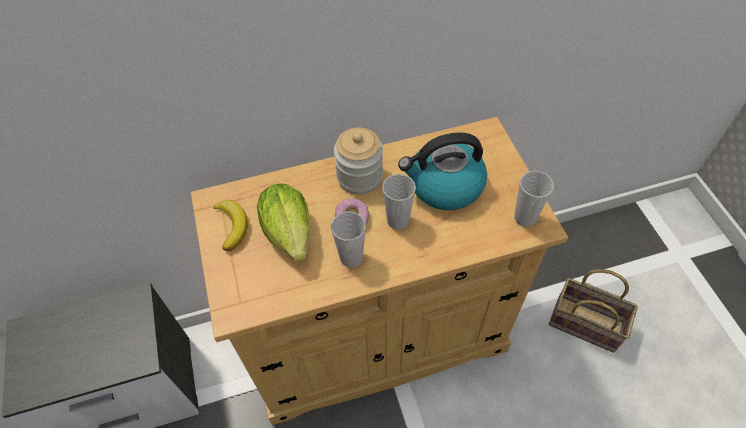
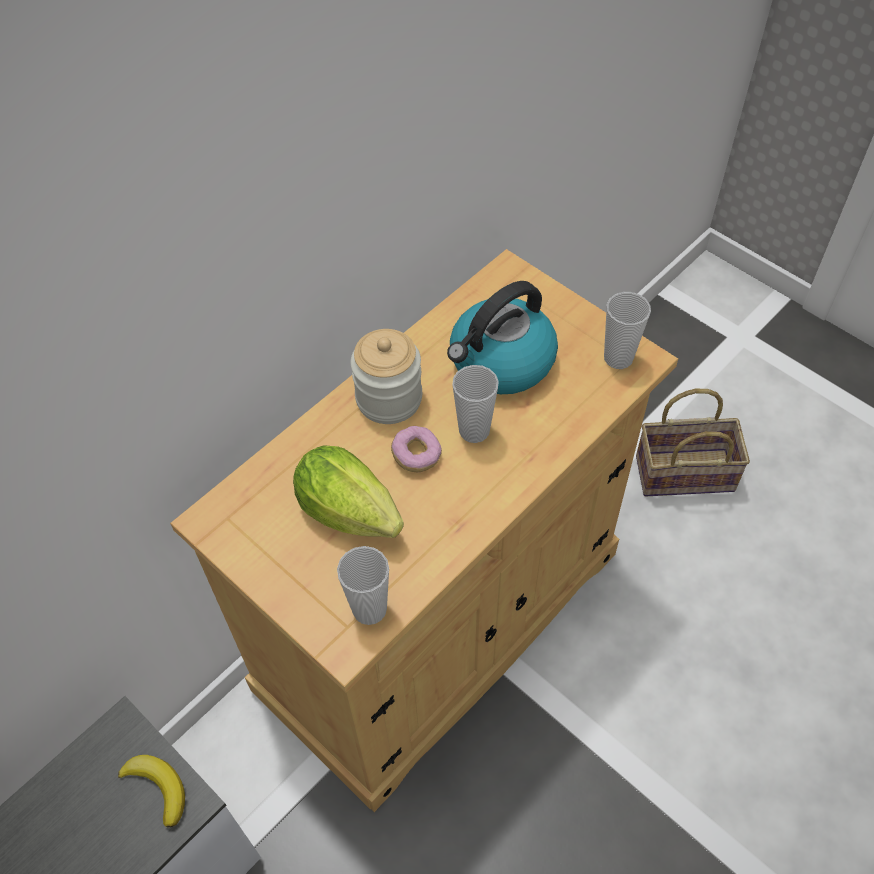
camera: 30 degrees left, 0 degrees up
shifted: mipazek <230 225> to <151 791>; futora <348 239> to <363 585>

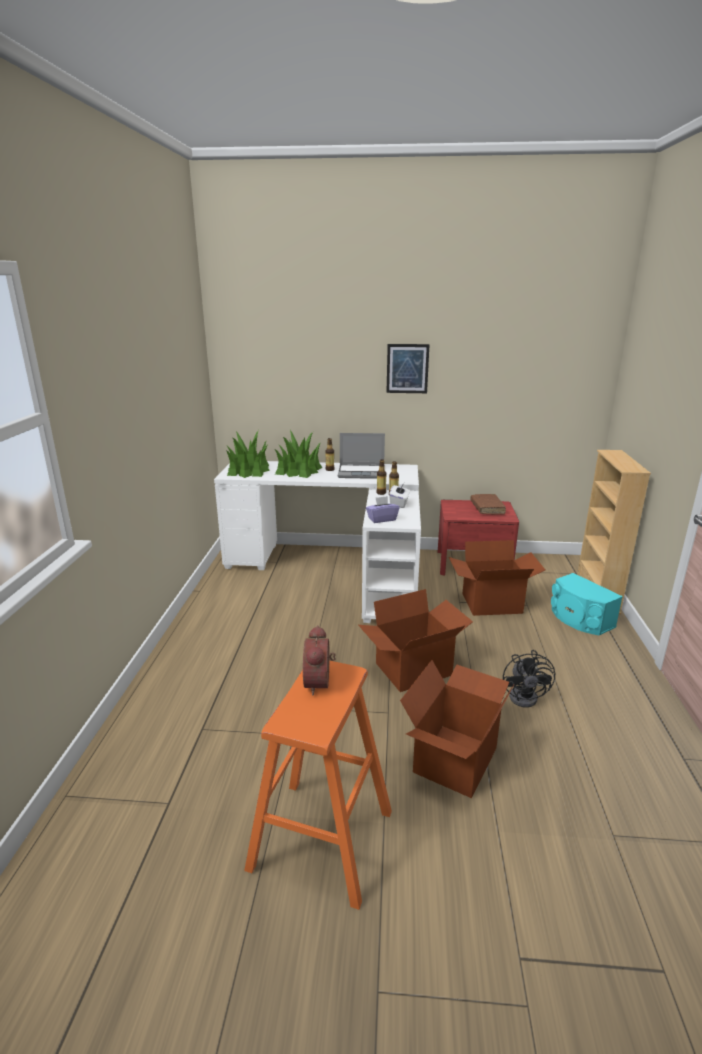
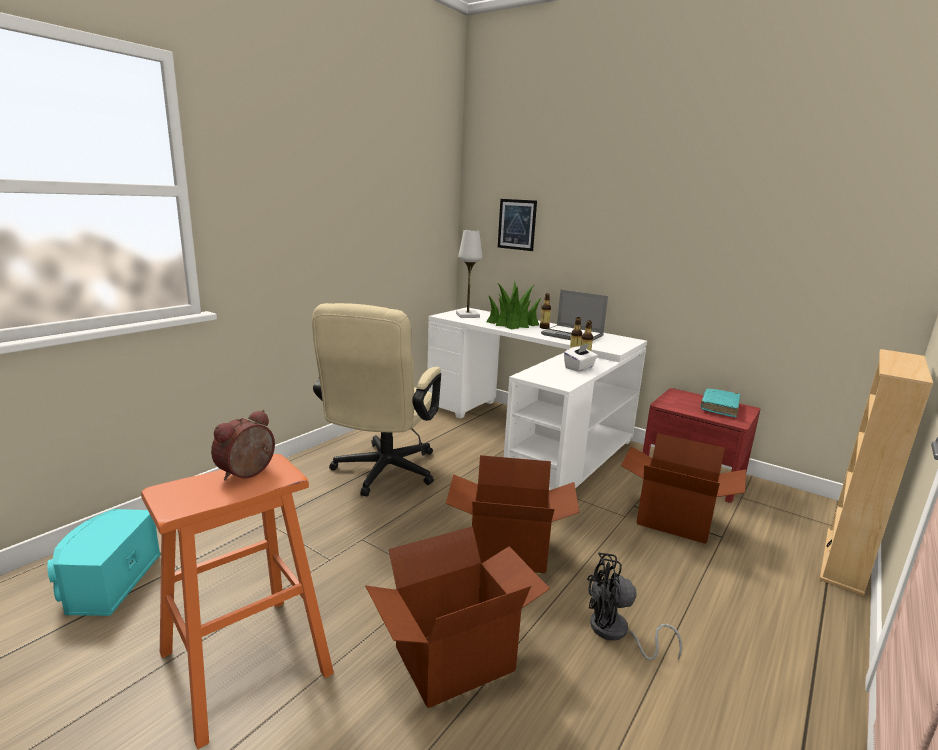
camera: 30 degrees right, 5 degrees down
gone: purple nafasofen <383 509>
new: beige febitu <376 400>
shifted: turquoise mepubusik <587 604> to <103 562>; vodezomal <408 368> to <517 225>
swapped: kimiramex <248 454> to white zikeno <469 274>
repainted: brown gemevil <488 504> to turquoise gemevil <720 403>
rotated: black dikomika <529 679> = <634 606> 60 degrees clockwise

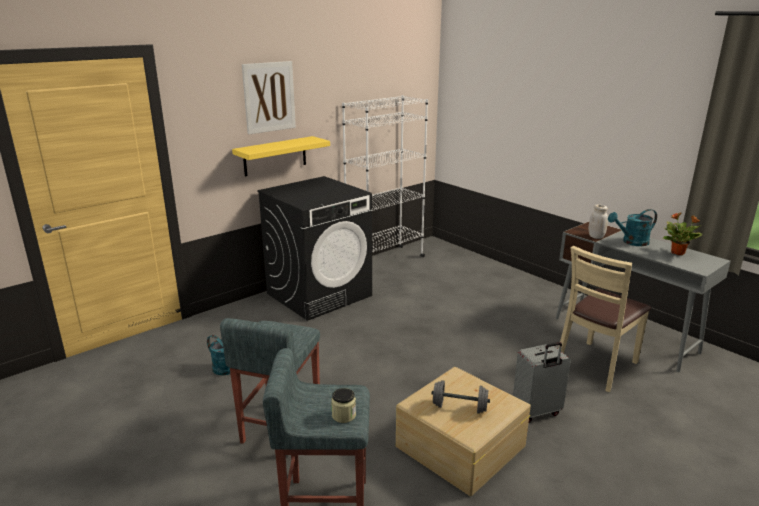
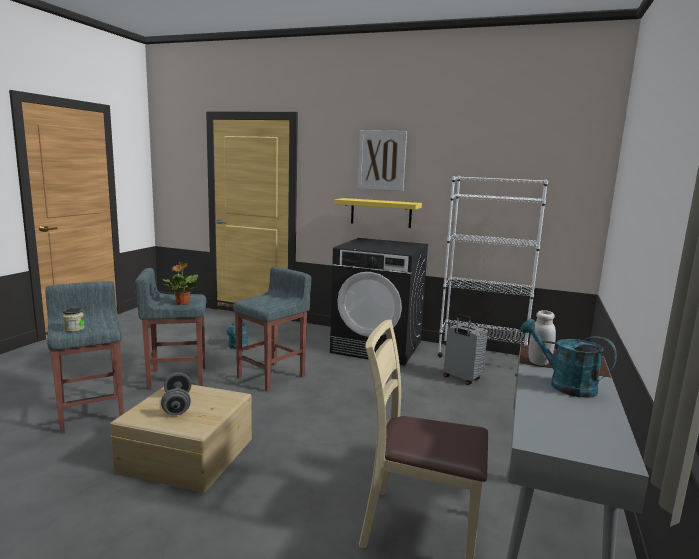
camera: 60 degrees right, 10 degrees down
new: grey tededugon <272 329>
shifted: kimiramex <682 234> to <180 283>; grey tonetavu <542 382> to <466 349>

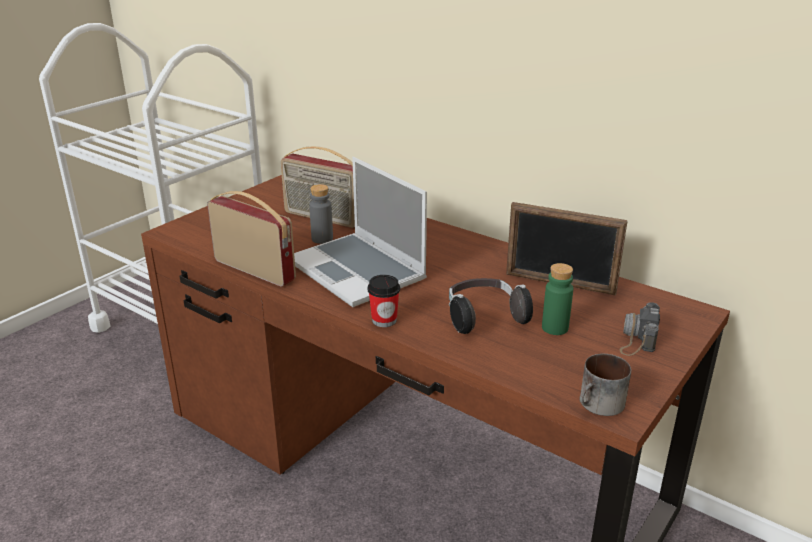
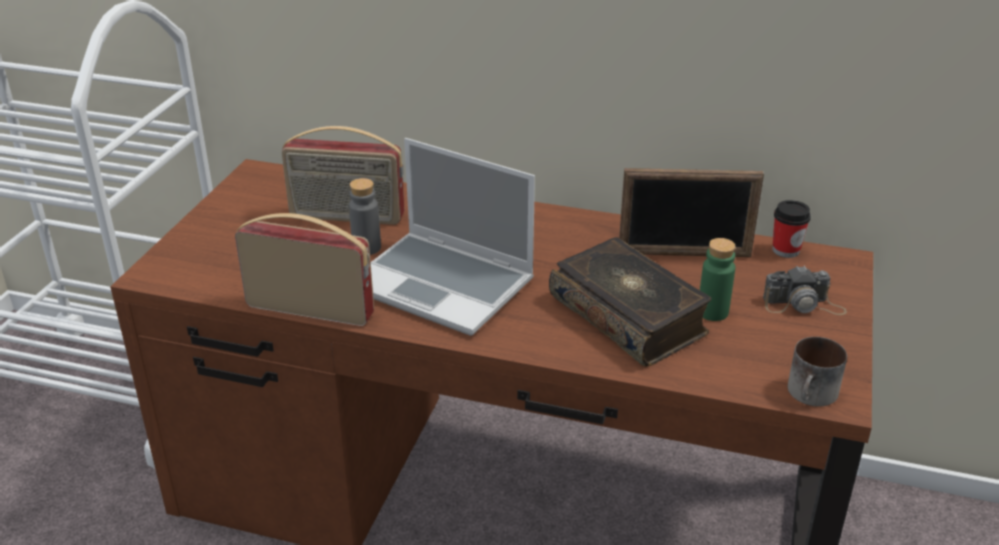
camera: 20 degrees left, 5 degrees up
shifted: futora <384 301> to <791 229>
swapped: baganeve <491 306> to gemevil <630 302>
rotated: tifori <639 329> = <805 290> 90 degrees counterclockwise

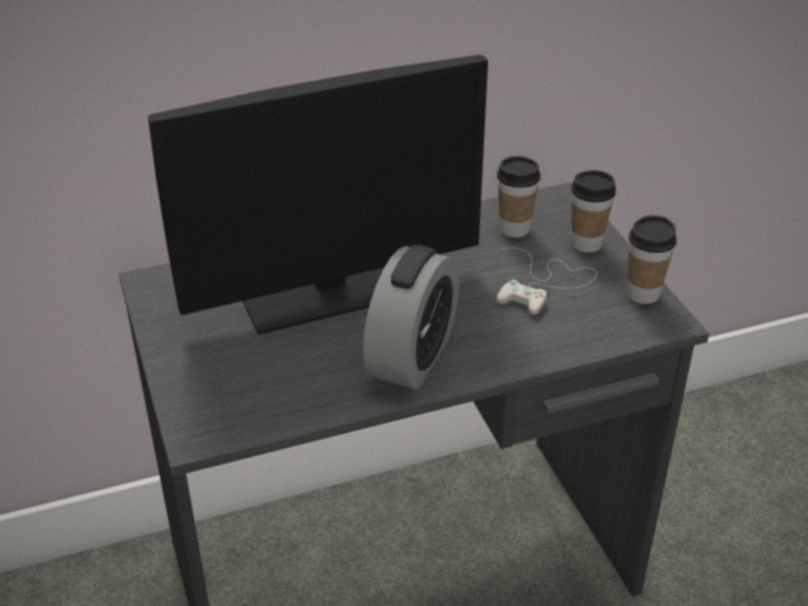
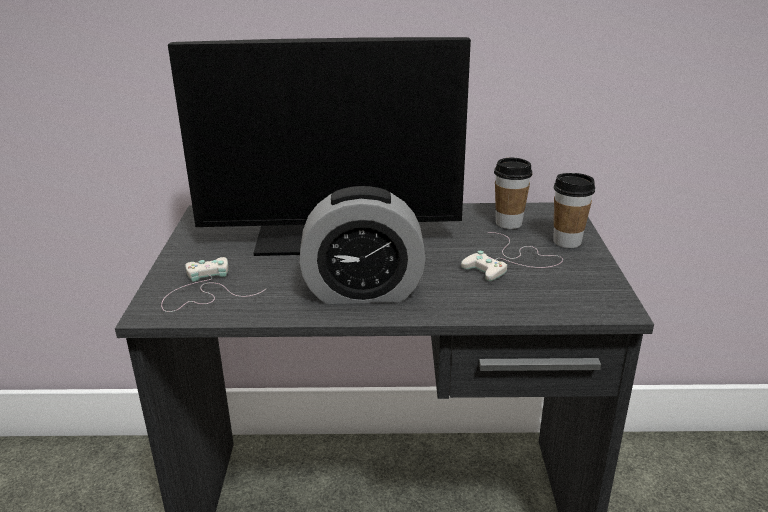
camera: 20 degrees right, 10 degrees down
gone: futora <652 259>
new: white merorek <213 284>
rotated: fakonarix <411 317> = <362 245> 45 degrees clockwise

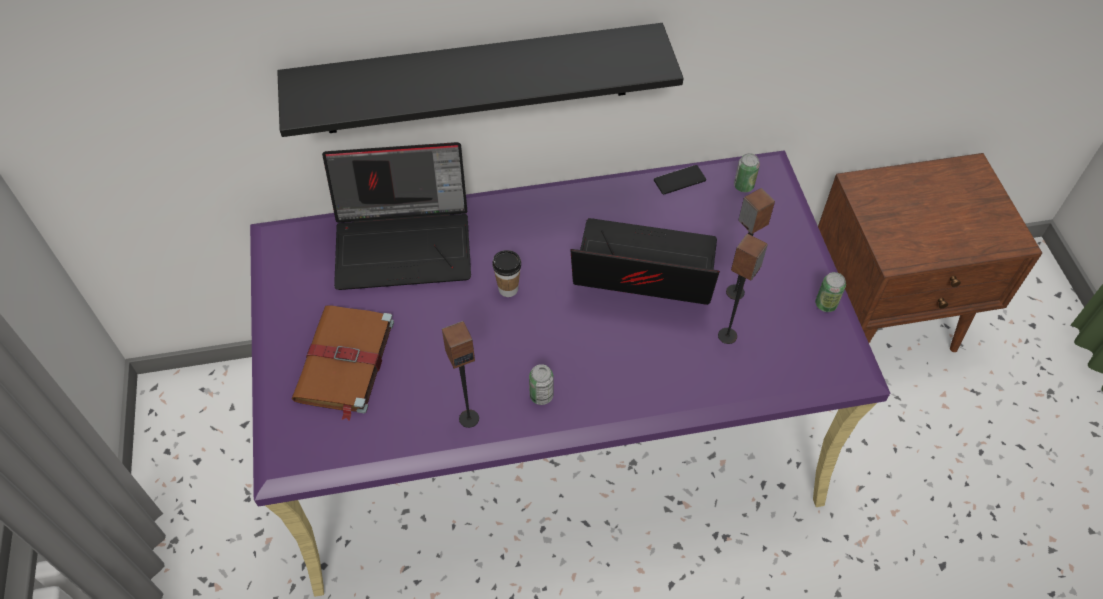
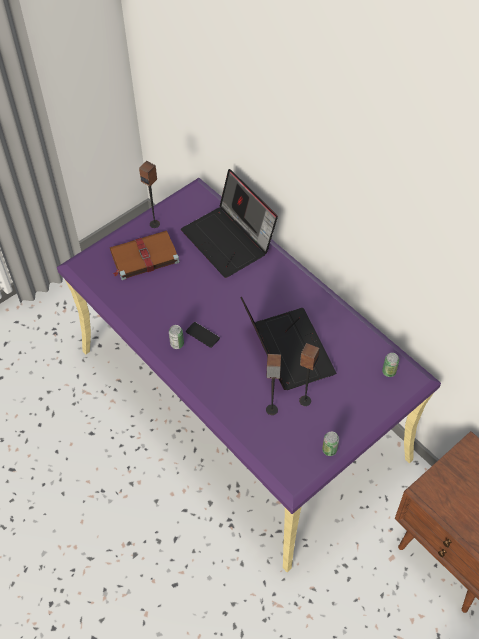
camera: 60 degrees right, 0 degrees up
gone: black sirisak <480 80>; futora <506 273>
shifted: mepubusik <460 374> to <149 194>; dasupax <680 179> to <203 335>

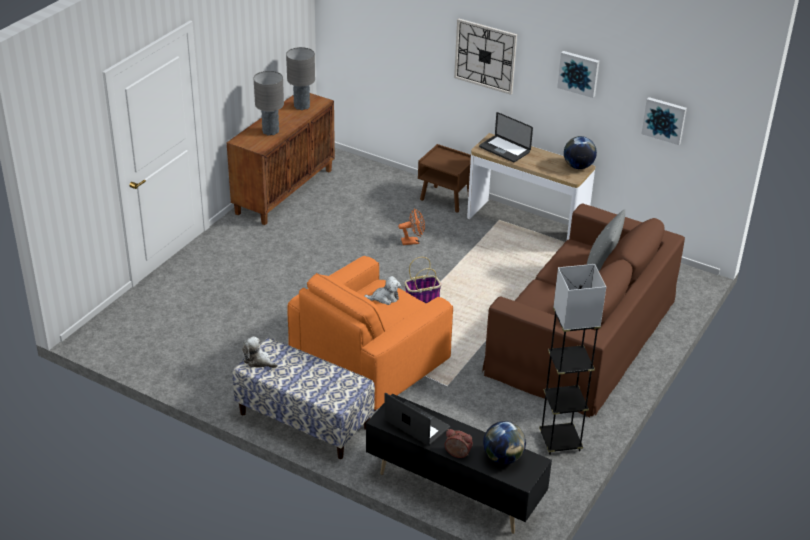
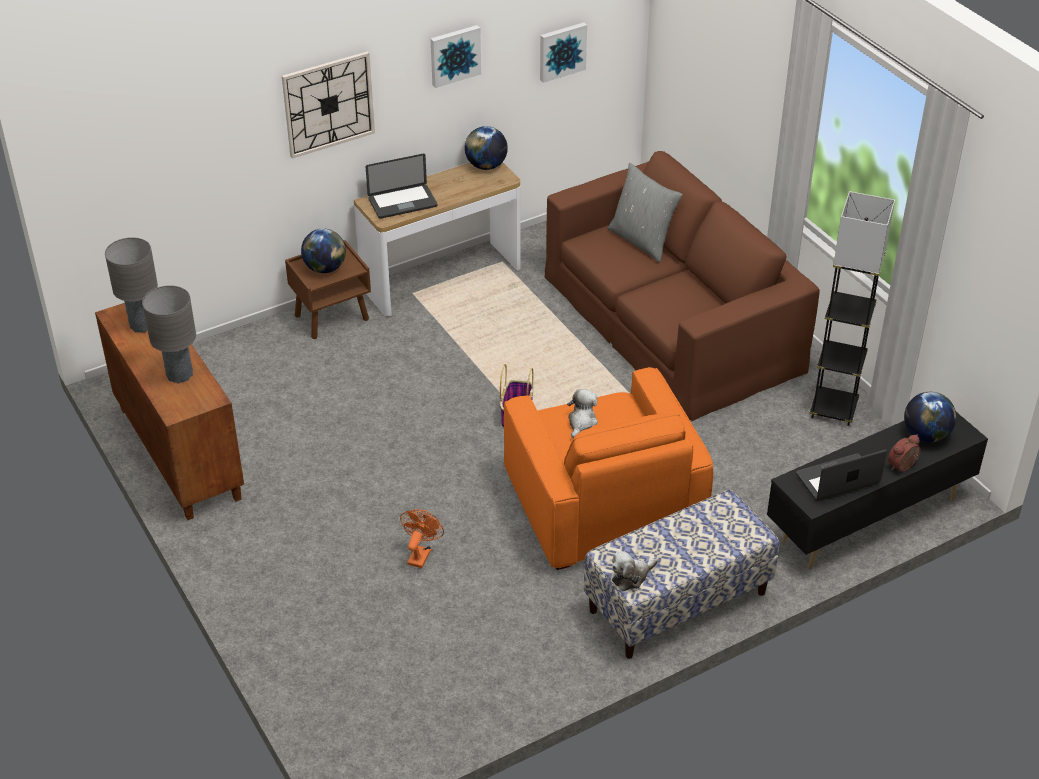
camera: 60 degrees left, 5 degrees up
new: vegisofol <323 251>
shifted: orange dikomika <411 227> to <422 538>

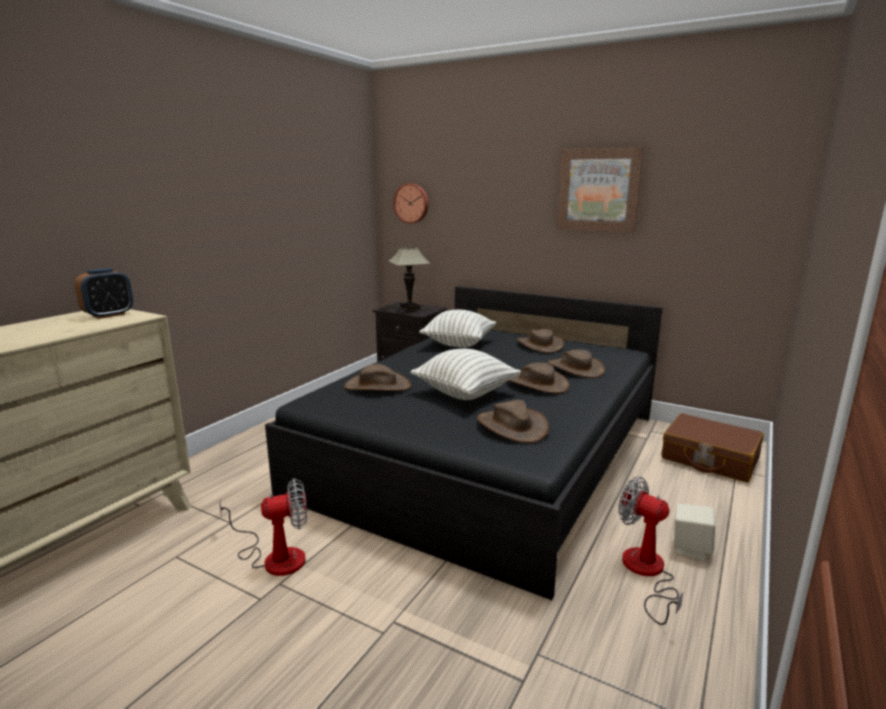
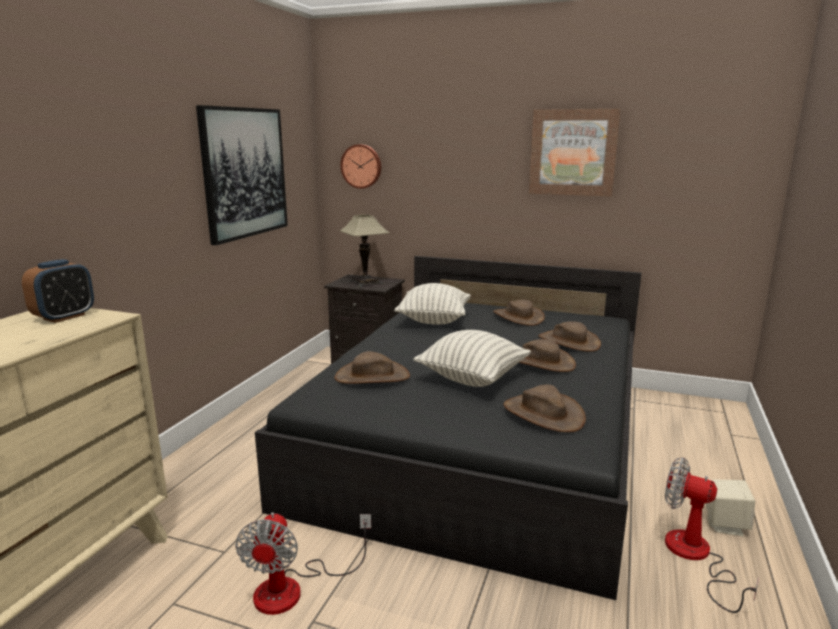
camera: 10 degrees left, 0 degrees up
gone: brown tonetavu <712 447>
new: vodezomal <242 175>
rotated: dikomika <263 527> = <303 563> 120 degrees clockwise

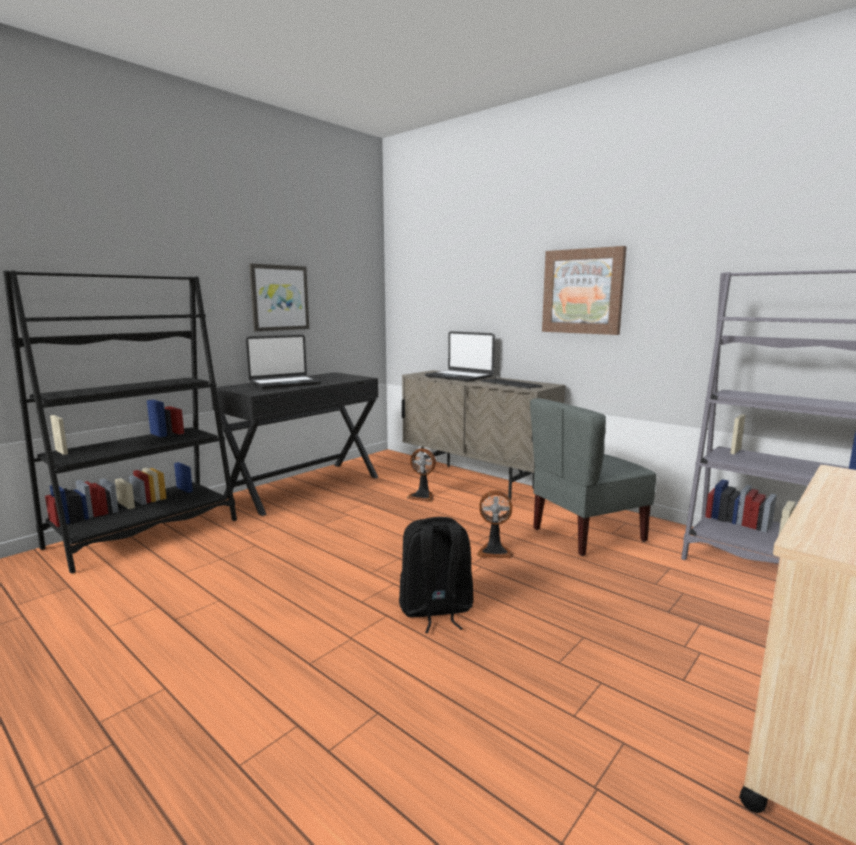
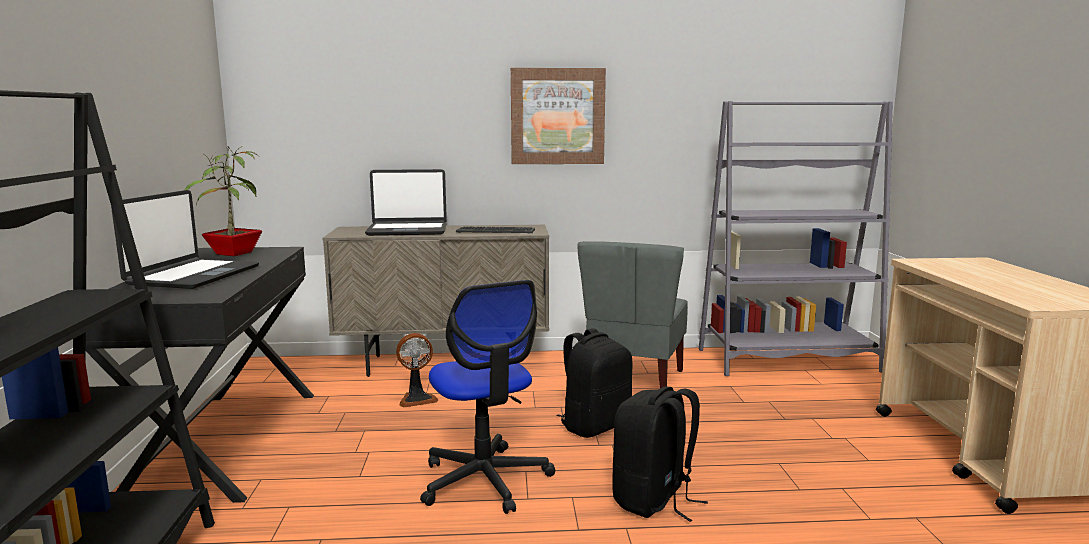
camera: 45 degrees left, 0 degrees up
gone: vodezomal <279 297>
new: kimiramex <223 201>; febitu <487 397>
swapped: dikomika <495 524> to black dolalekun <594 383>

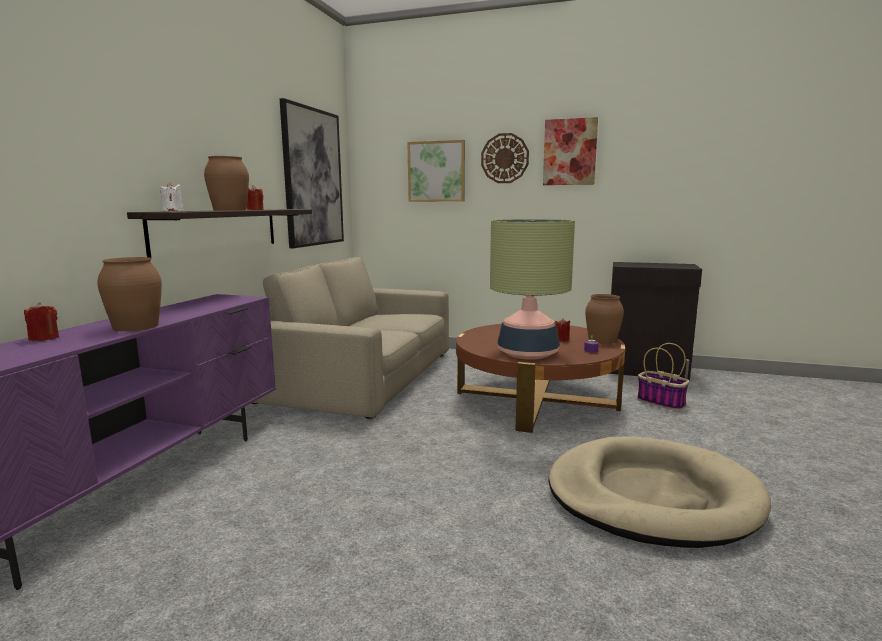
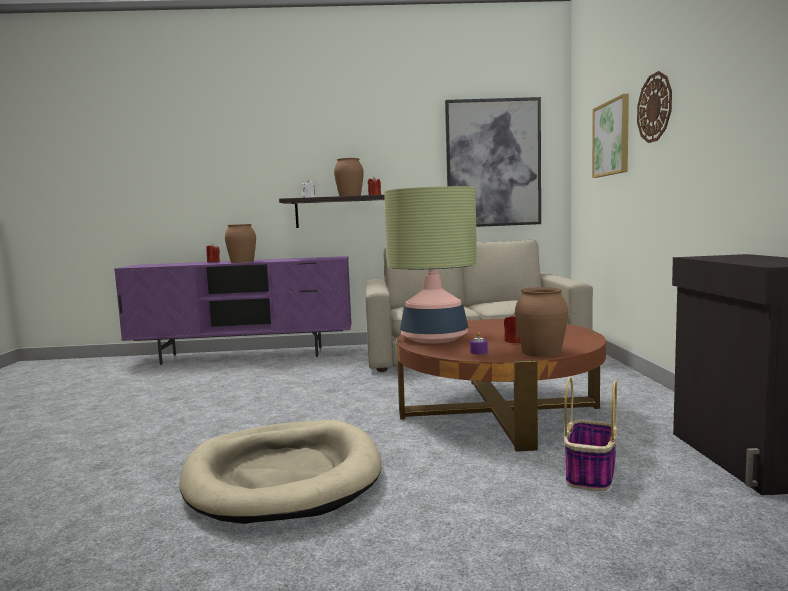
camera: 70 degrees right, 5 degrees down
gone: vodezomal <570 151>

